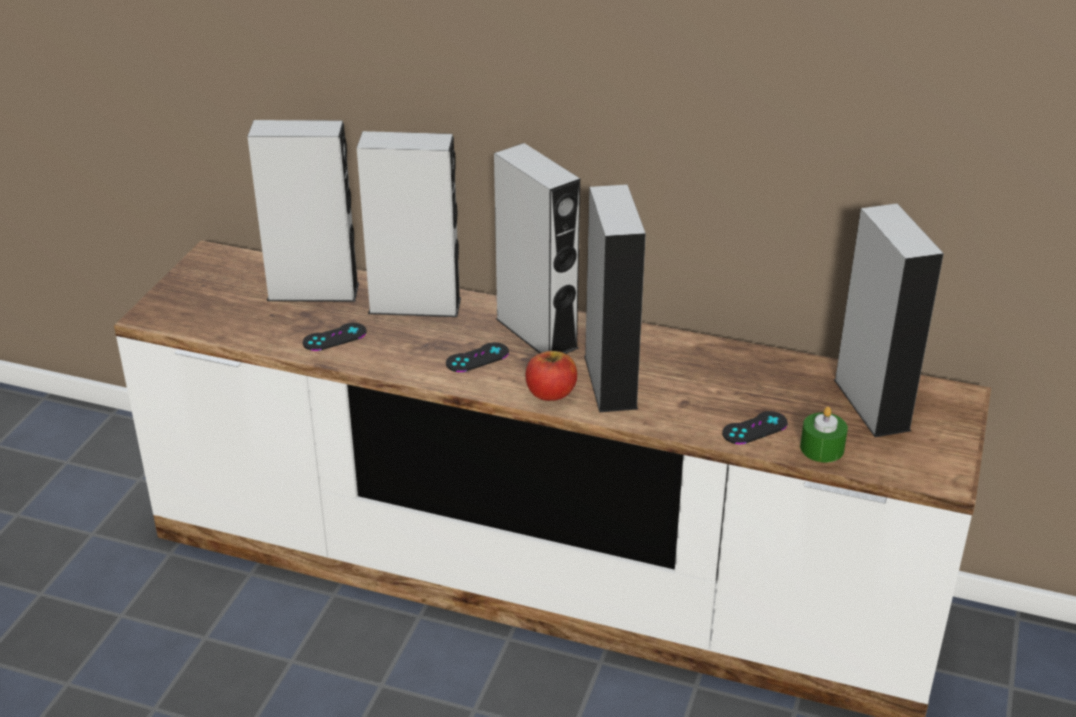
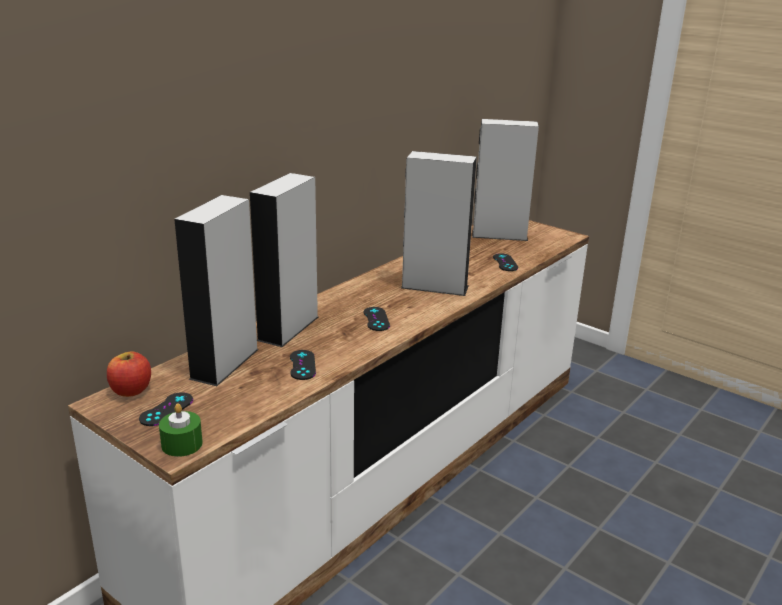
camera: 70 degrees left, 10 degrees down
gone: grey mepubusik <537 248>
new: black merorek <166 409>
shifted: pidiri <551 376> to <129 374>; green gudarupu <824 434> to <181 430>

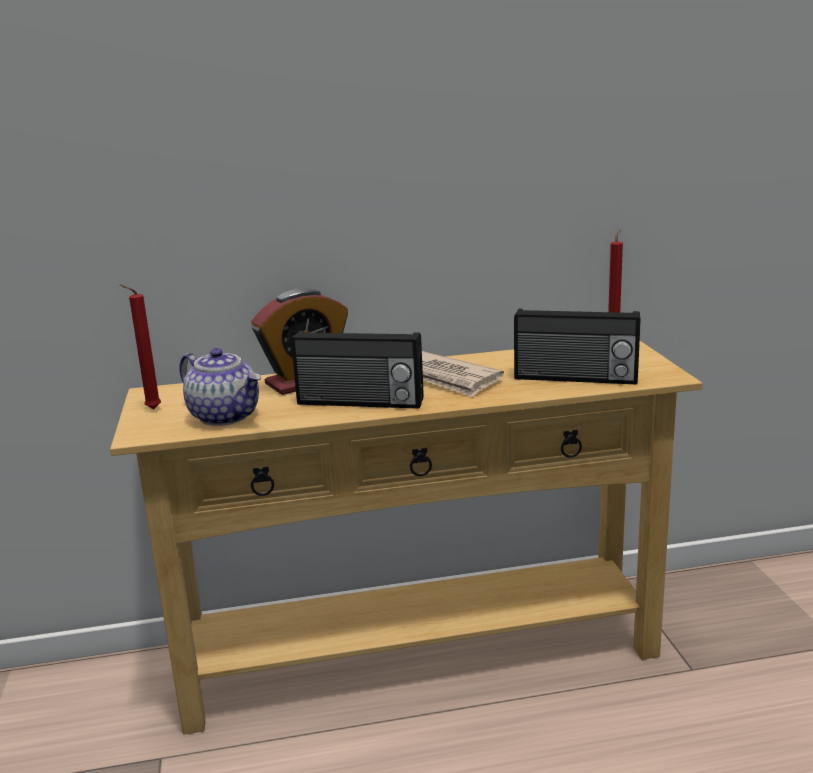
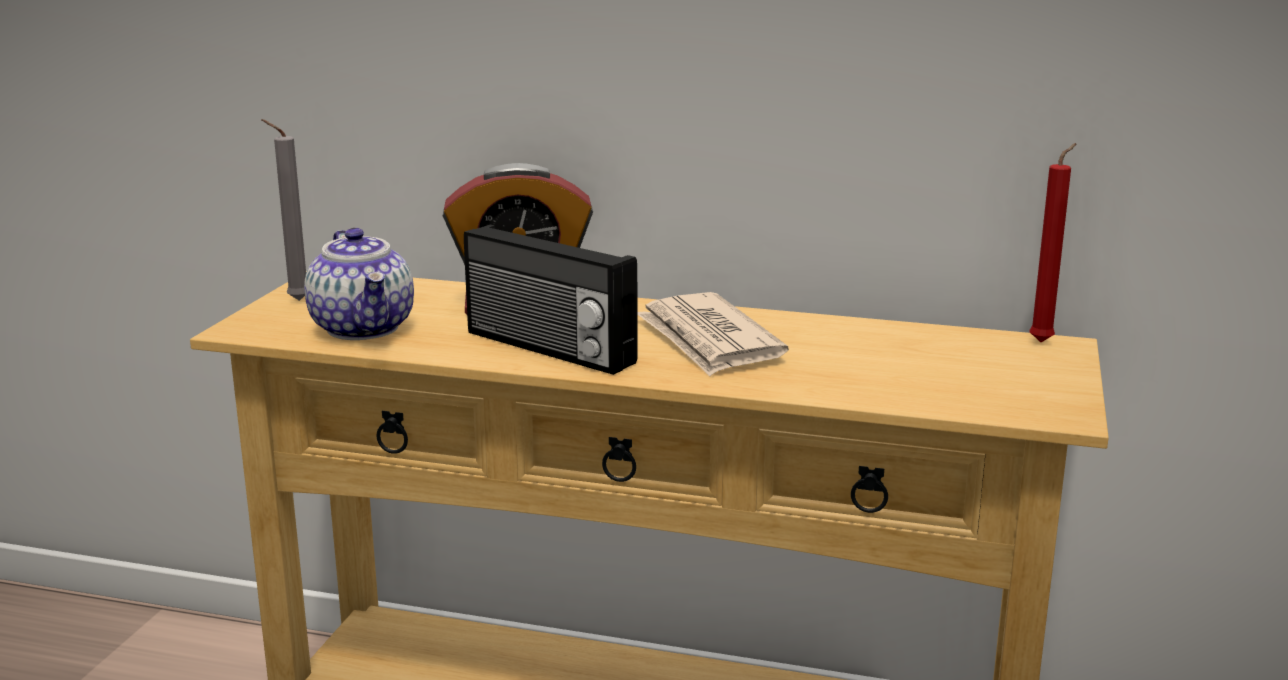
camera: 25 degrees right, 0 degrees up
gone: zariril <577 347>
repainted: red gudarupu <140 347> to grey gudarupu <283 210>

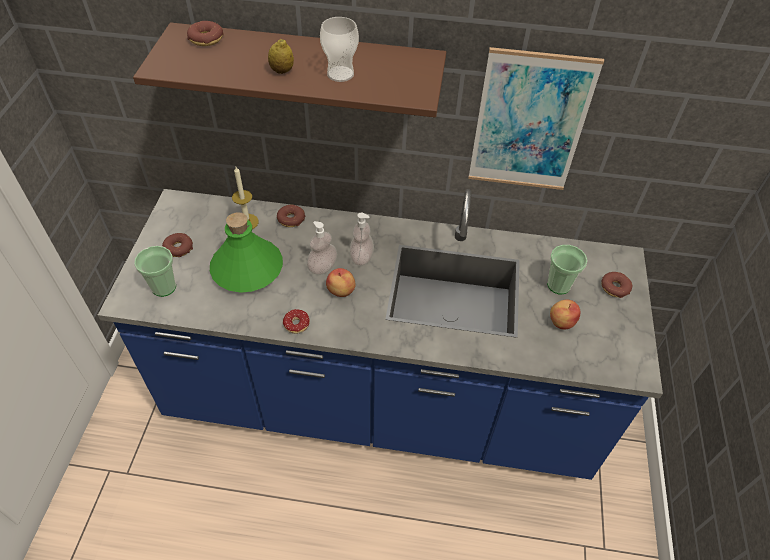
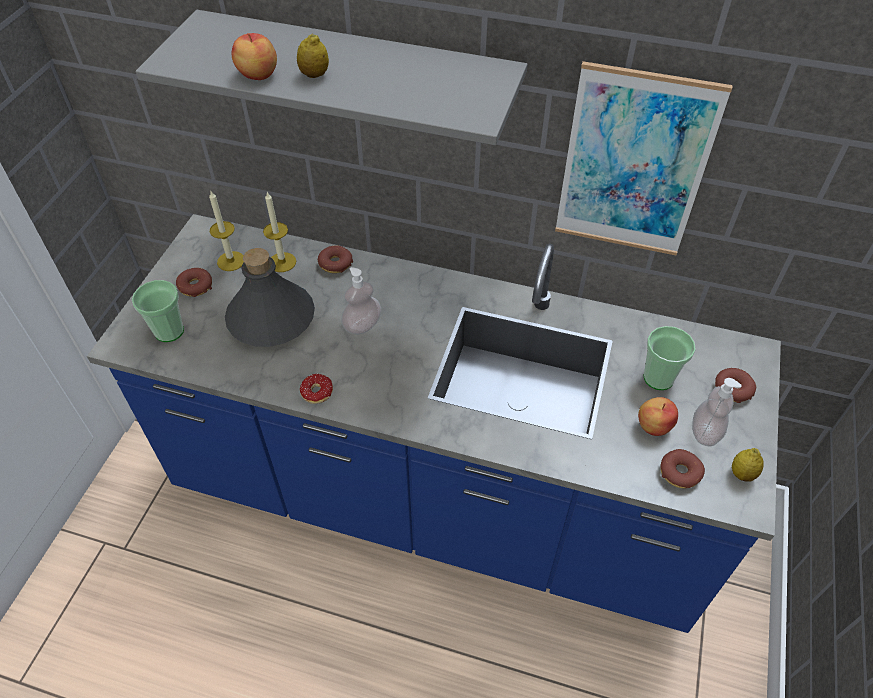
camera: 10 degrees right, 0 degrees up
gone: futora <339 49>
new: gudarupu <226 231>; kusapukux <748 464>
shifted: pidiri <341 282> to <254 56>; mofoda <205 33> to <682 468>; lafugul <361 239> to <717 412>
repainted: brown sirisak <289 69> to grey sirisak <332 77>; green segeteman <246 252> to grey segeteman <270 297>

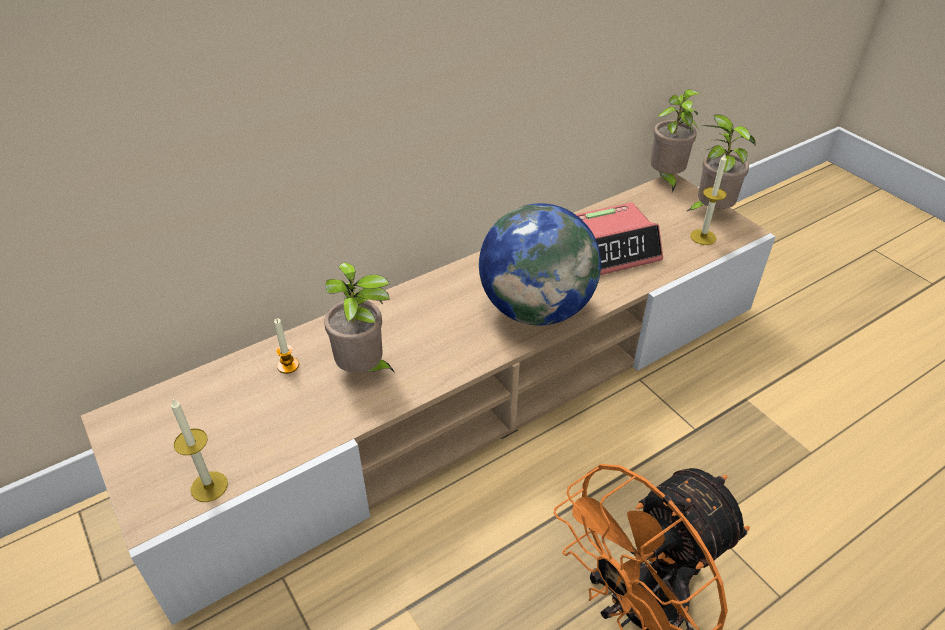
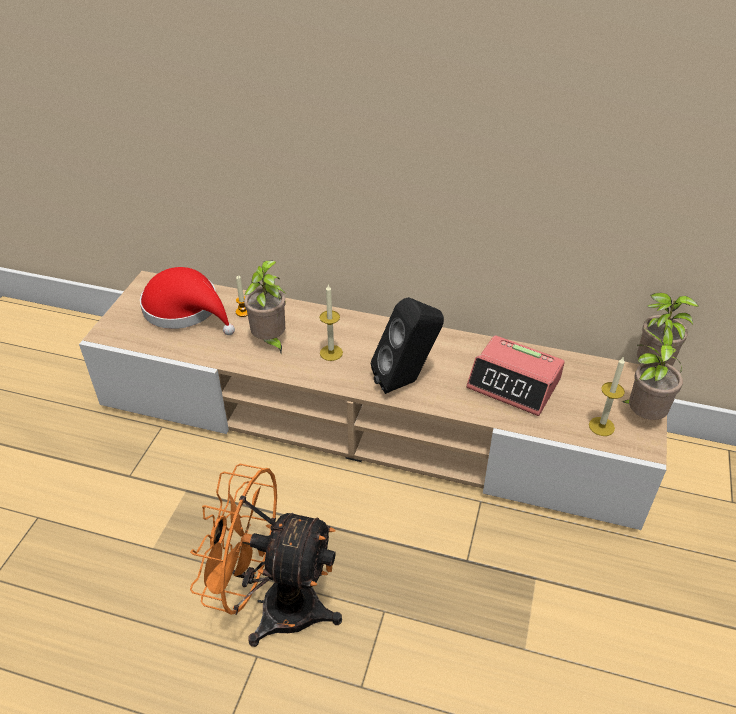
camera: 50 degrees right, 0 degrees up
new: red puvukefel <187 301>
shifted: gudarupu <199 450> to <331 323>
swapped: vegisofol <540 264> to black mepubusik <407 345>

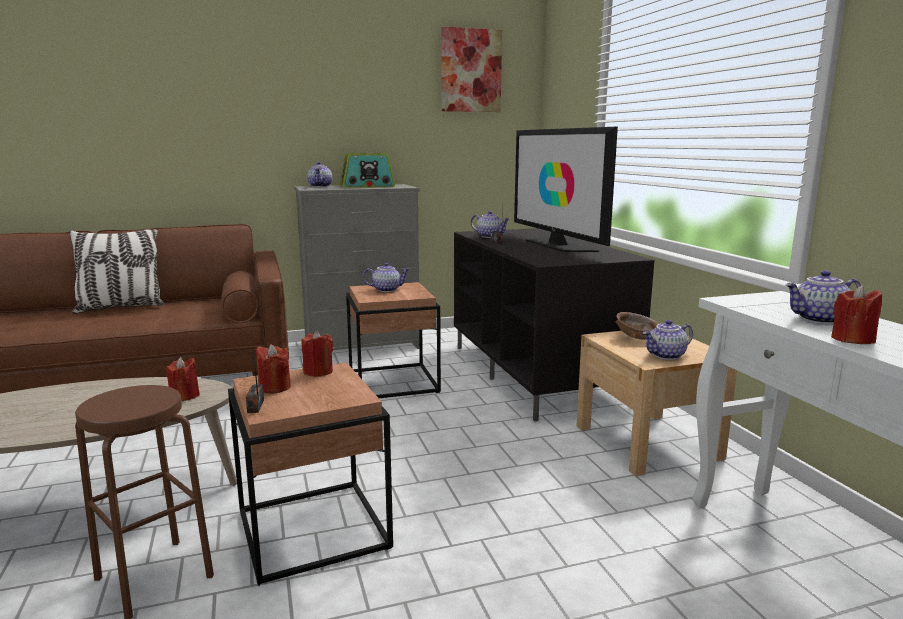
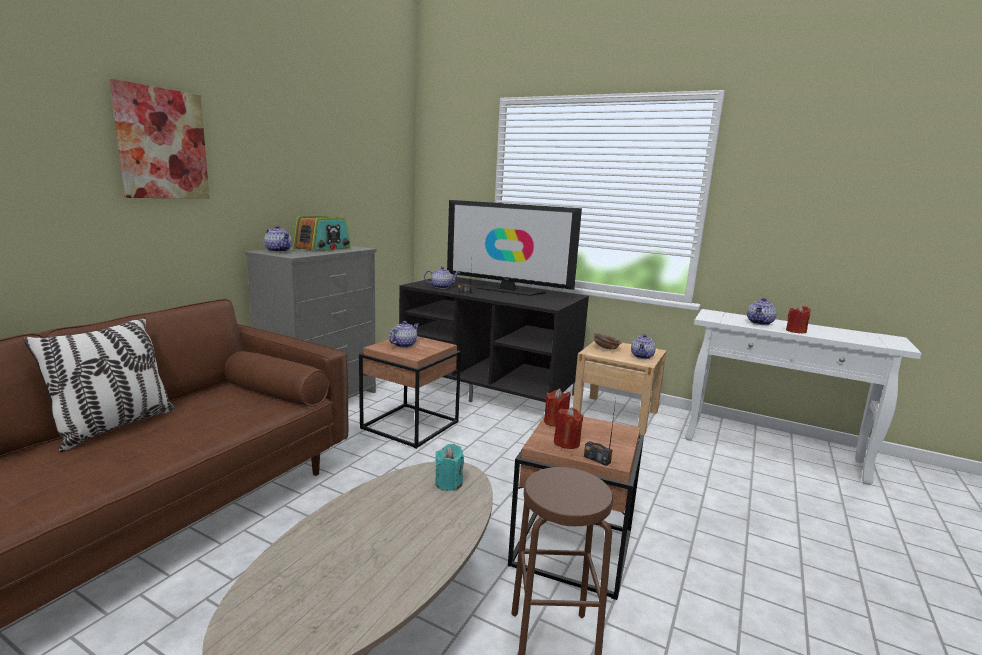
camera: 45 degrees left, 0 degrees up
shifted: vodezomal <471 69> to <160 139>
repainted: red gudarupu <183 379> to turquoise gudarupu <449 467>

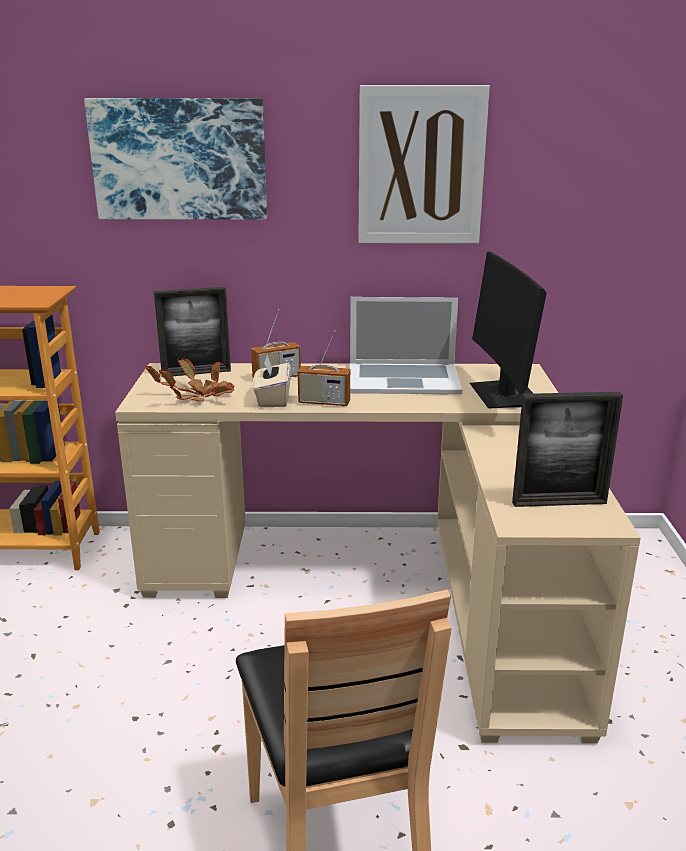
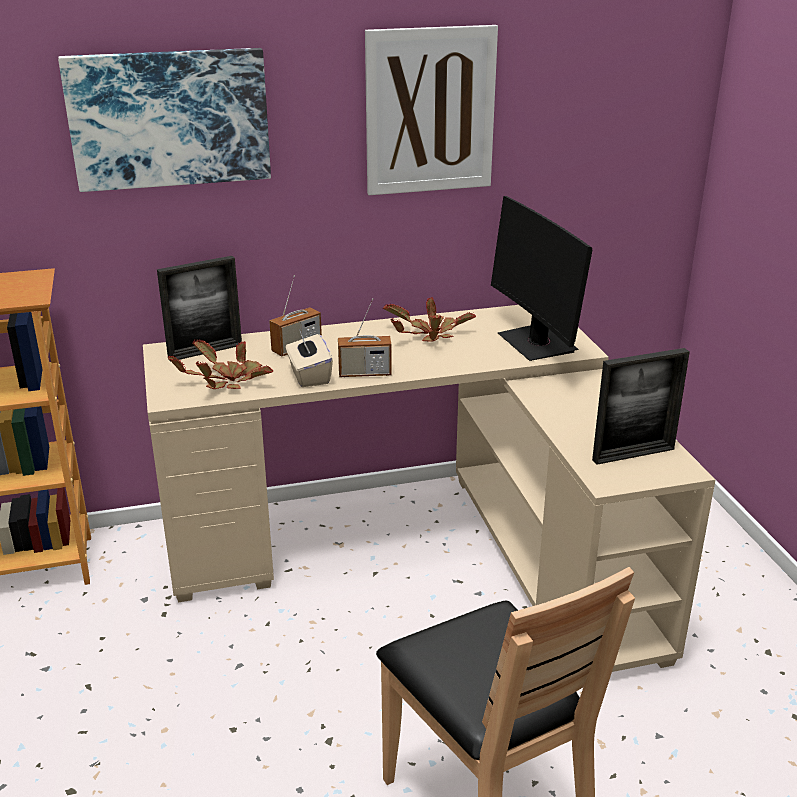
camera: 15 degrees left, 5 degrees up
swapped: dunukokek <406 345> to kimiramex <429 319>

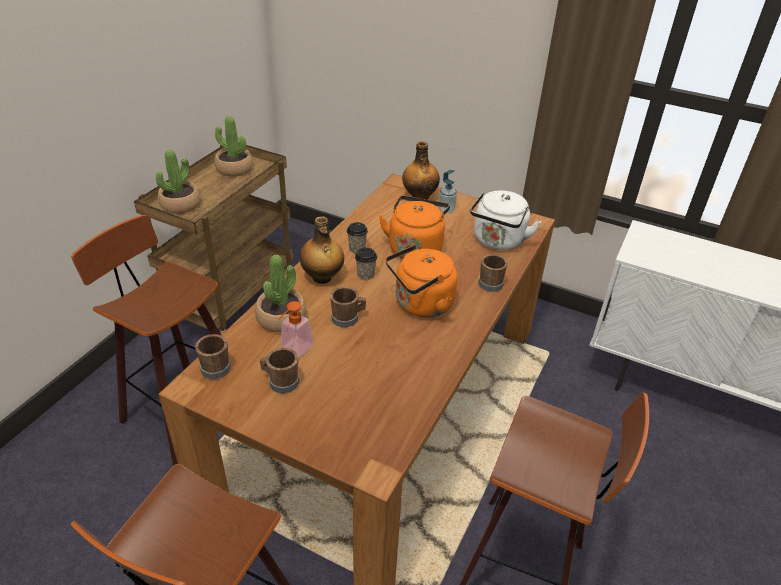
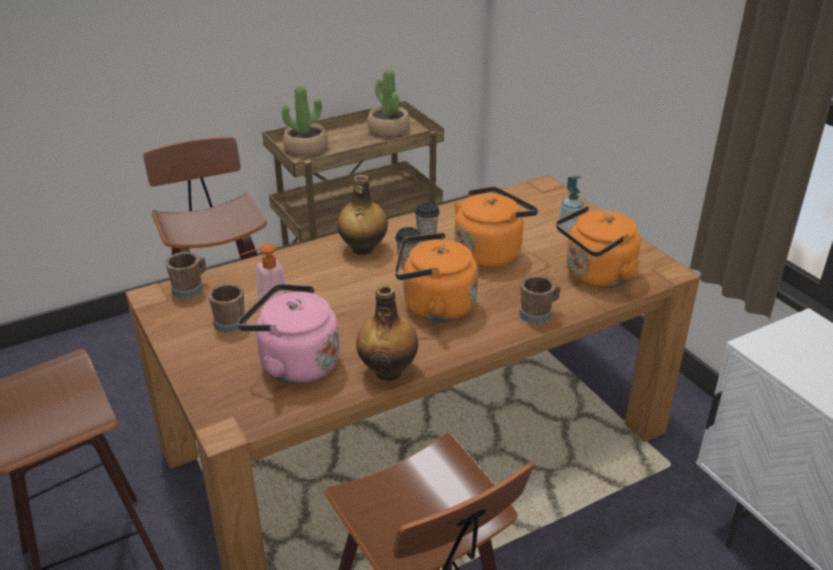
camera: 35 degrees right, 5 degrees down
gone: kimiramex <280 293>; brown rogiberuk <348 307>
new: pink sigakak <288 334>
shifted: segeteman <421 170> to <387 333>
repainted: white sigakak <505 220> to orange sigakak <598 247>

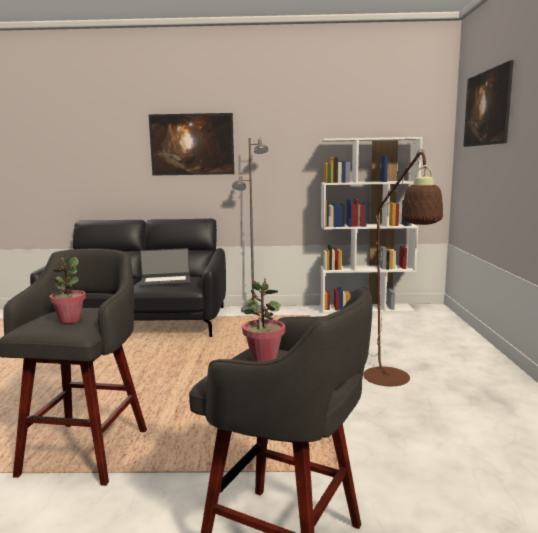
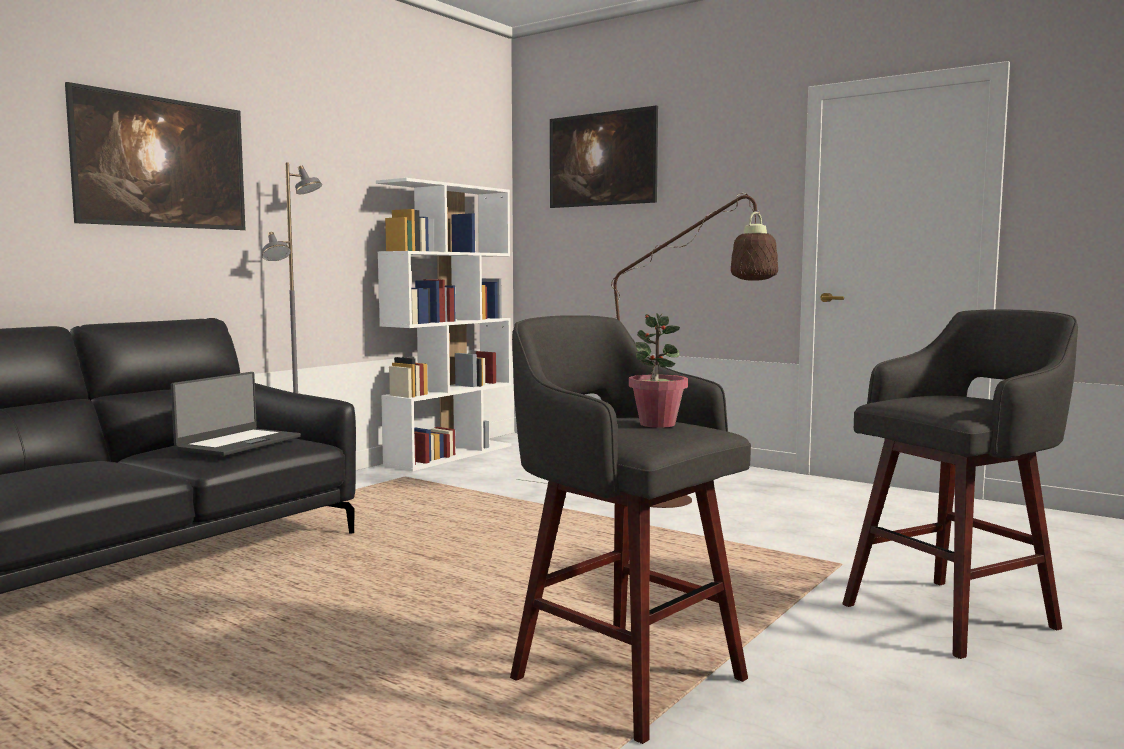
camera: 55 degrees left, 5 degrees down
gone: kimiramex <263 319>

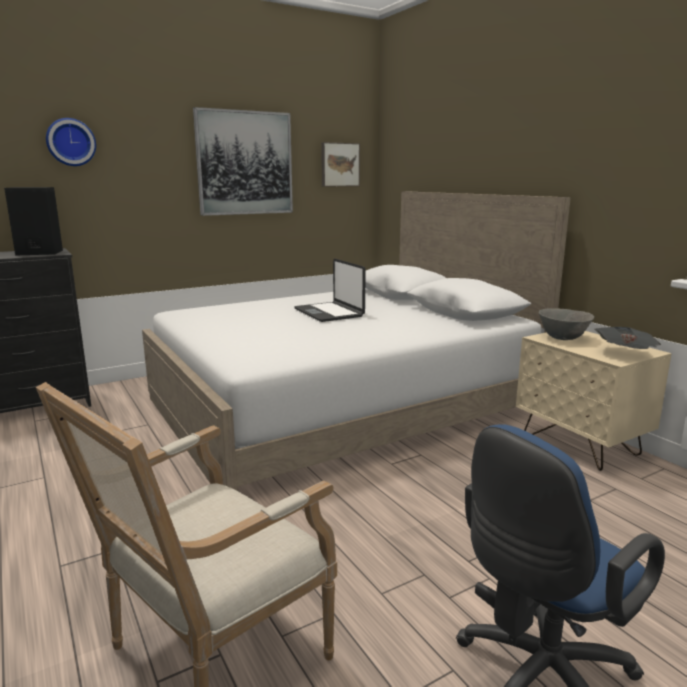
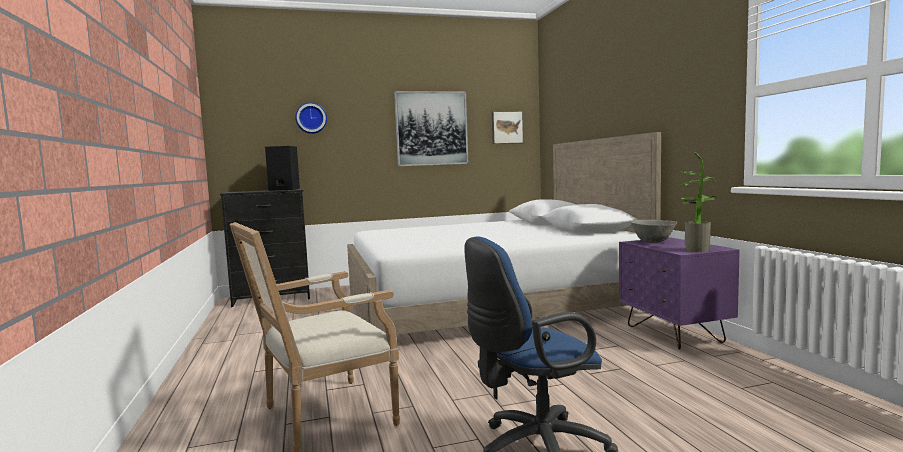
camera: 15 degrees right, 10 degrees down
gone: dunukokek <330 290>
swapped: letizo <627 338> to kimiramex <696 202>
repainted: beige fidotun <594 401> to purple fidotun <679 293>

